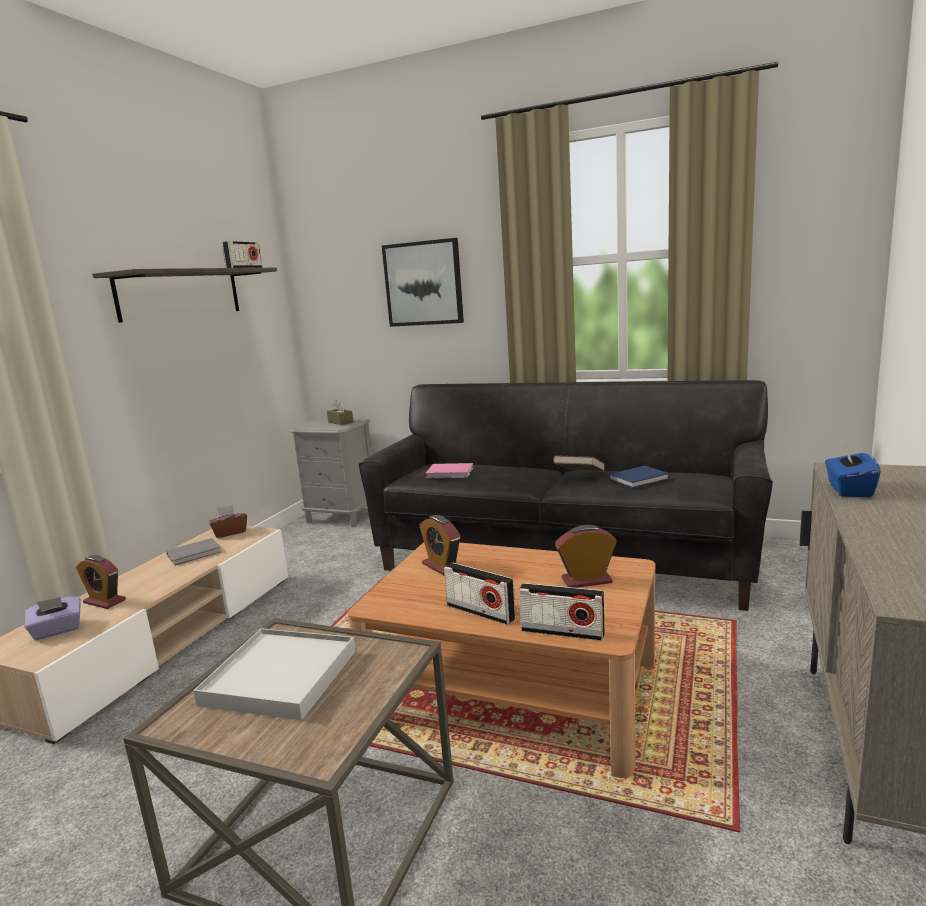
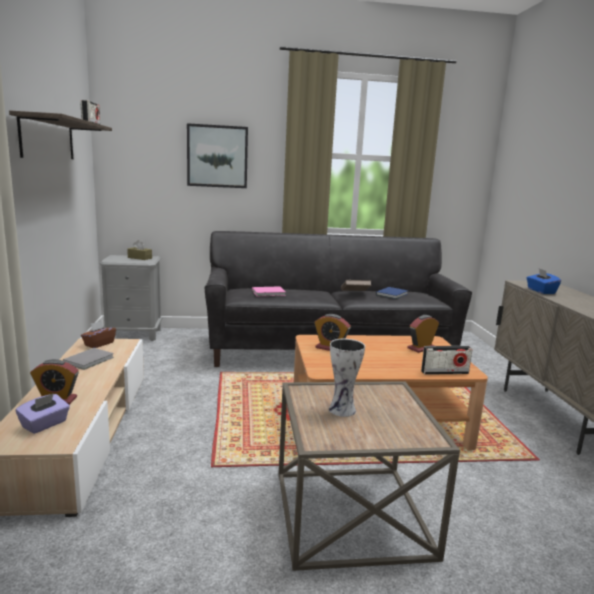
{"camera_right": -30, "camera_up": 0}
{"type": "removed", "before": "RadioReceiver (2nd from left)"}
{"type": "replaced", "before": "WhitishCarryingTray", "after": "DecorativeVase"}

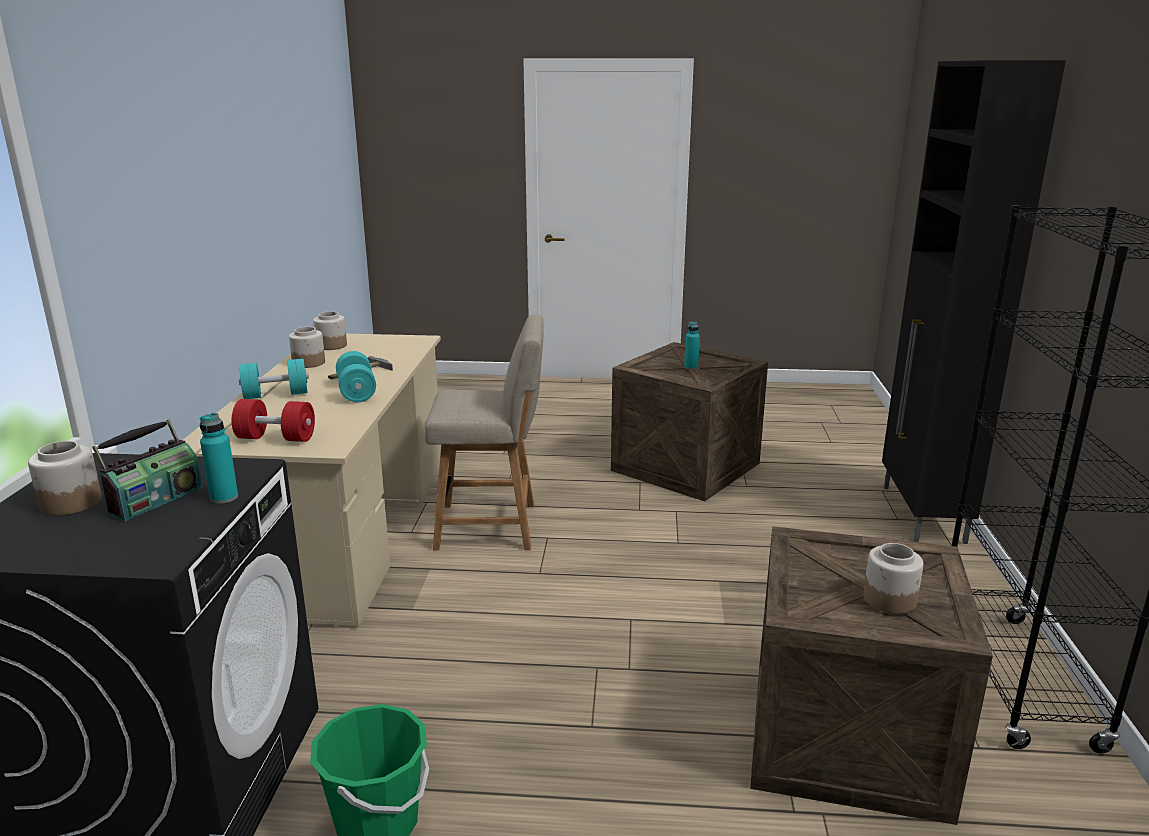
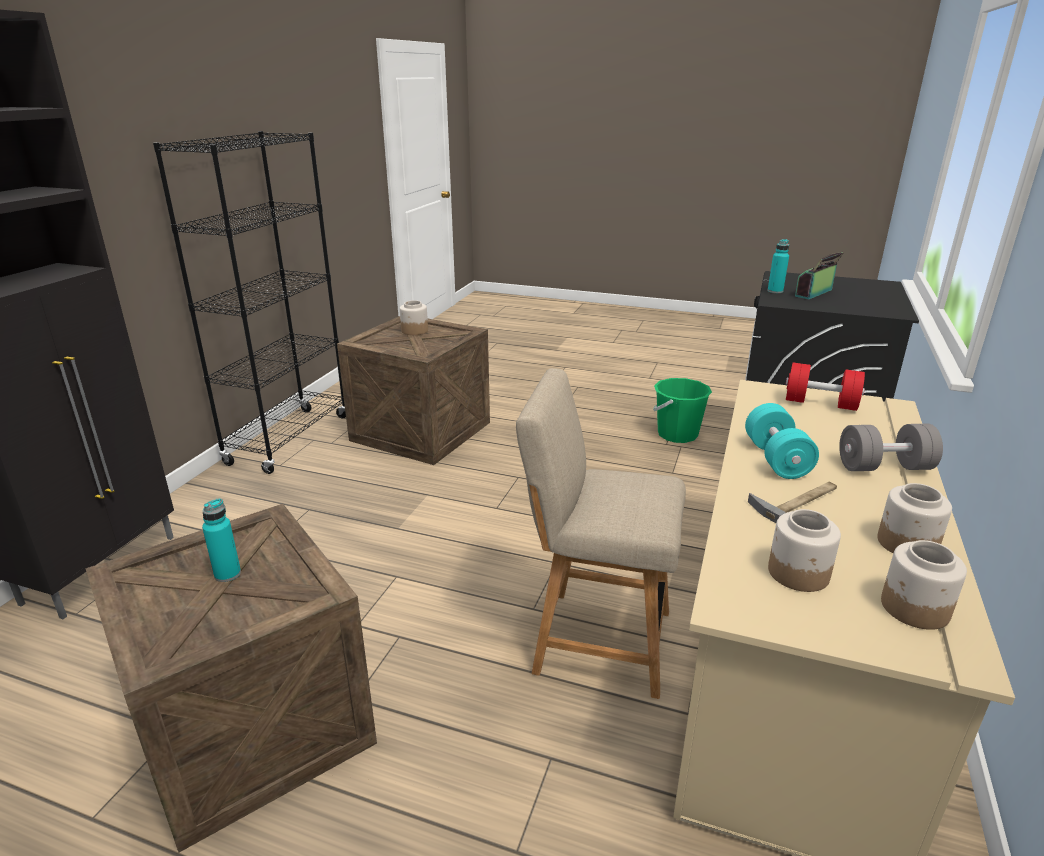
{"camera_right": -165, "camera_up": 5}
{"type": "recoloured", "before": "TurquoiseColouredHandWeight (1st from left)", "after": "GreyHandWeight"}
{"type": "moved", "before": "Jar (1st from left in the first image)", "after": "Jar (2nd from left)"}

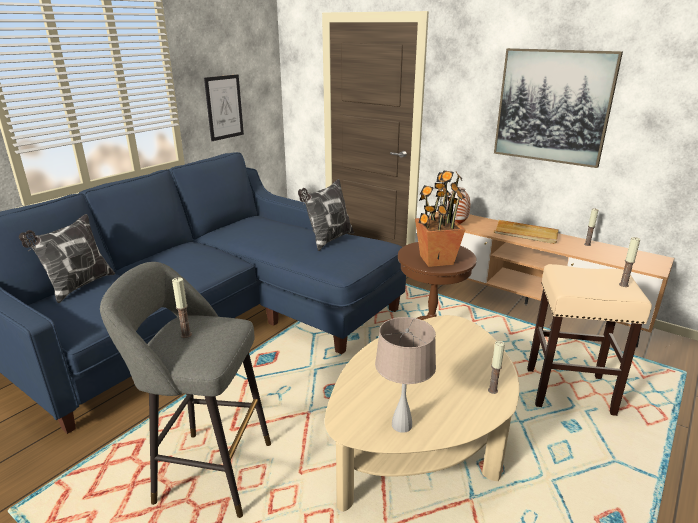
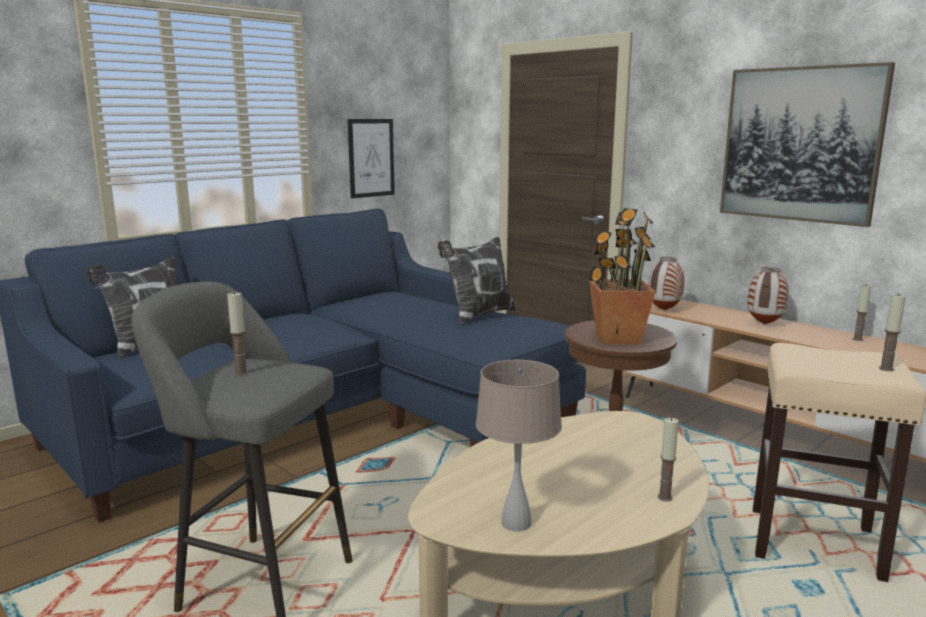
{"camera_right": 10, "camera_up": -10}
{"type": "replaced", "before": "SandColouredCarryingTray", "after": "DecorativeVase (2nd from left)"}

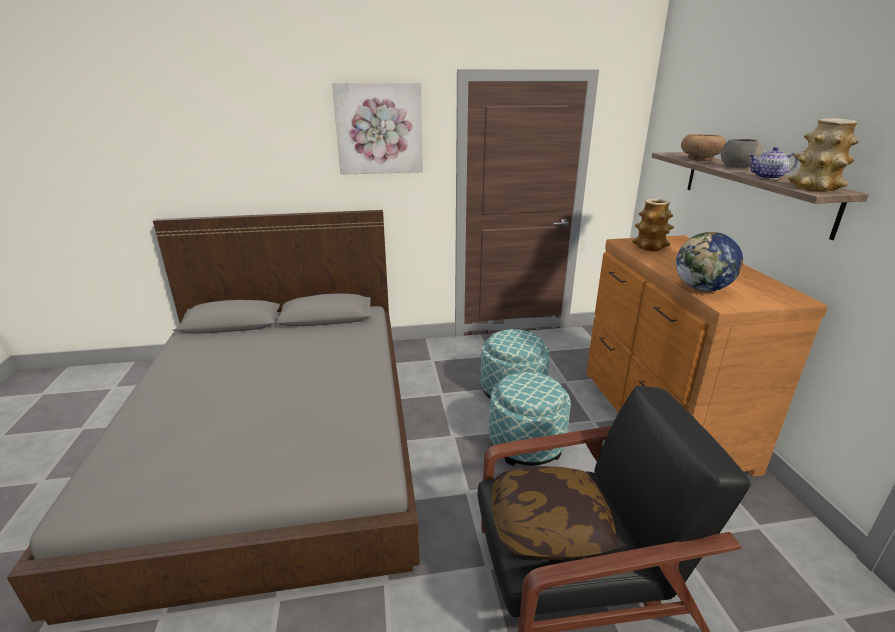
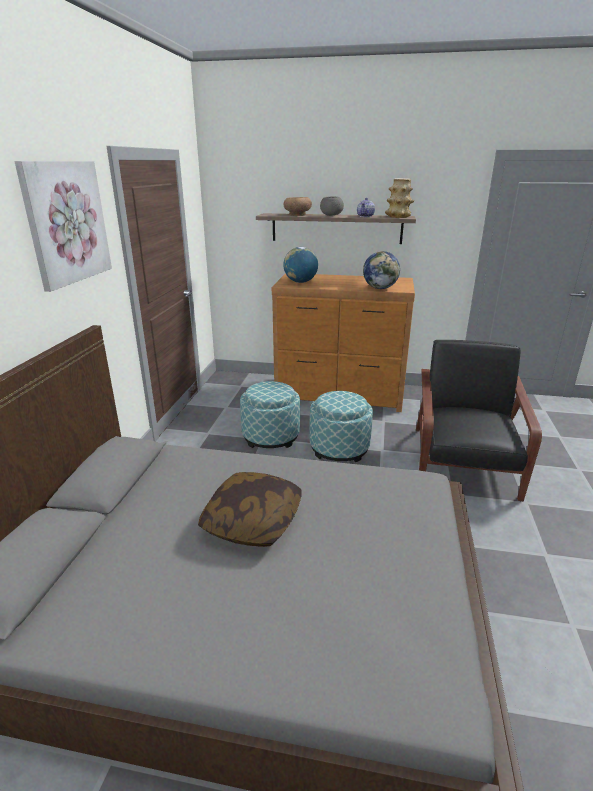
{"camera_right": -70, "camera_up": 0}
{"type": "replaced", "before": "DecorativeVase (1st from left)", "after": "Globe (1st from left)"}
{"type": "moved", "before": "Pillow"}

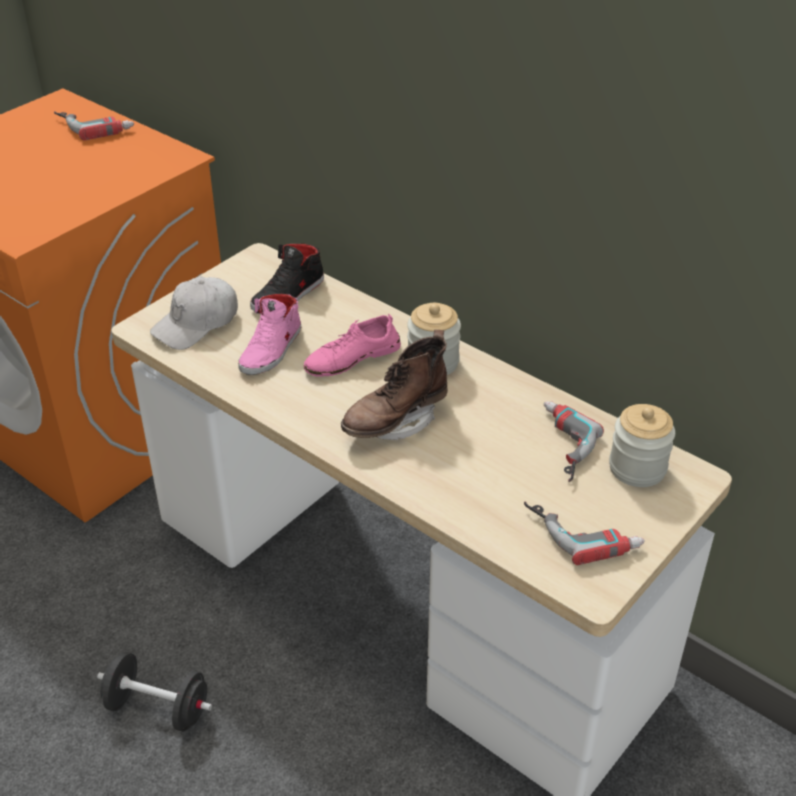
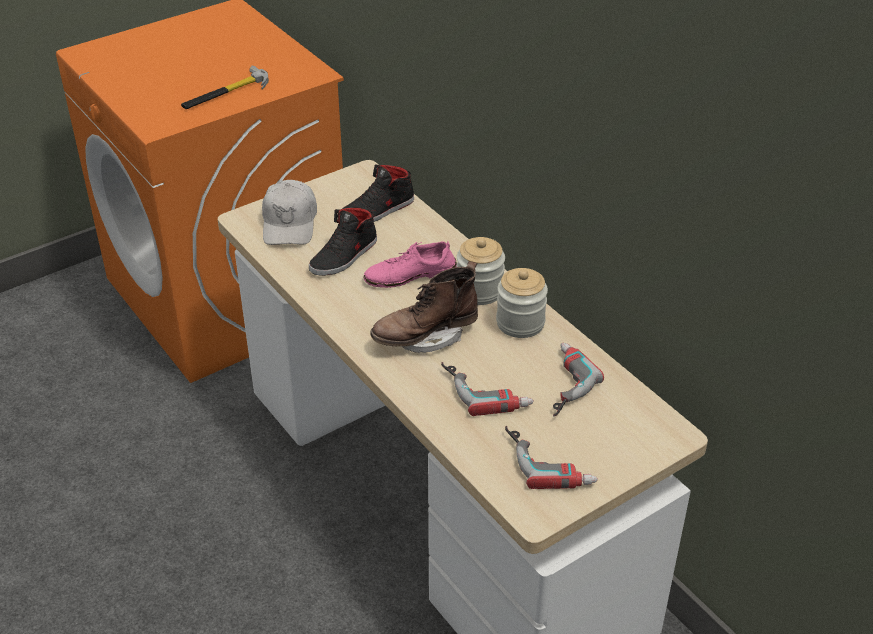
{"camera_right": 15, "camera_up": 0}
{"type": "moved", "before": "ElectricDrill (1st from left)"}
{"type": "turned", "before": "WhitishCap", "turn": -60}
{"type": "recoloured", "before": "PinkishItemOfFootwear (1st from left)", "after": "BlackItemOfFootwear (1st from left)"}
{"type": "moved", "before": "Jar (2nd from left)"}
{"type": "removed", "before": "BlackHandWeight"}
{"type": "added", "after": "HandHammer"}

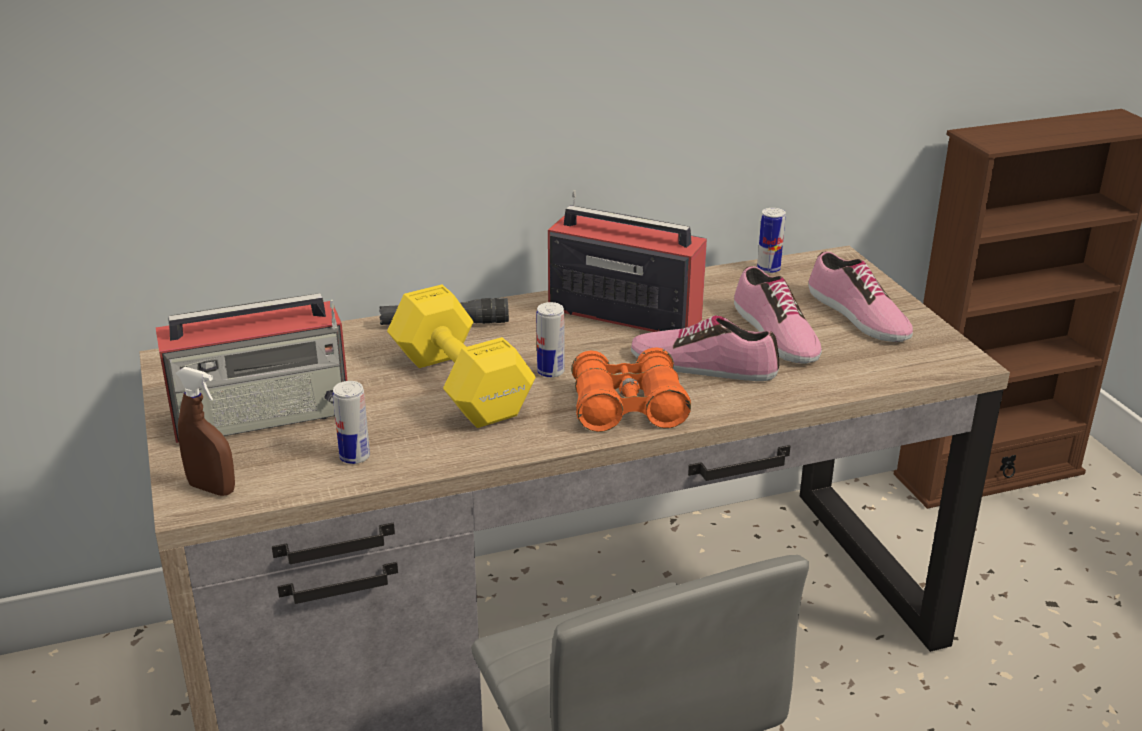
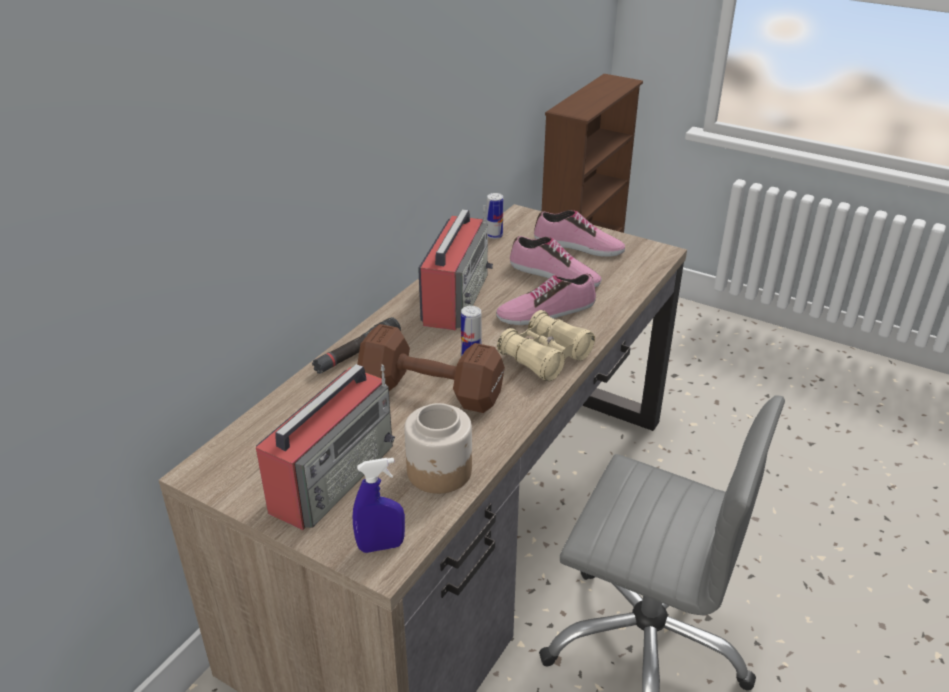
{"camera_right": -40, "camera_up": 5}
{"type": "turned", "before": "RadioReceiver (2nd from left)", "turn": 120}
{"type": "recoloured", "before": "YellowishHandWeight", "after": "BrownishHandWeight"}
{"type": "recoloured", "before": "OrangeColouredPairOfBinoculars", "after": "SandColouredPairOfBinoculars"}
{"type": "recoloured", "before": "BrownishHandSprayer", "after": "BlueColouredHandSprayer"}
{"type": "replaced", "before": "SealedCan (1st from left)", "after": "Jar"}

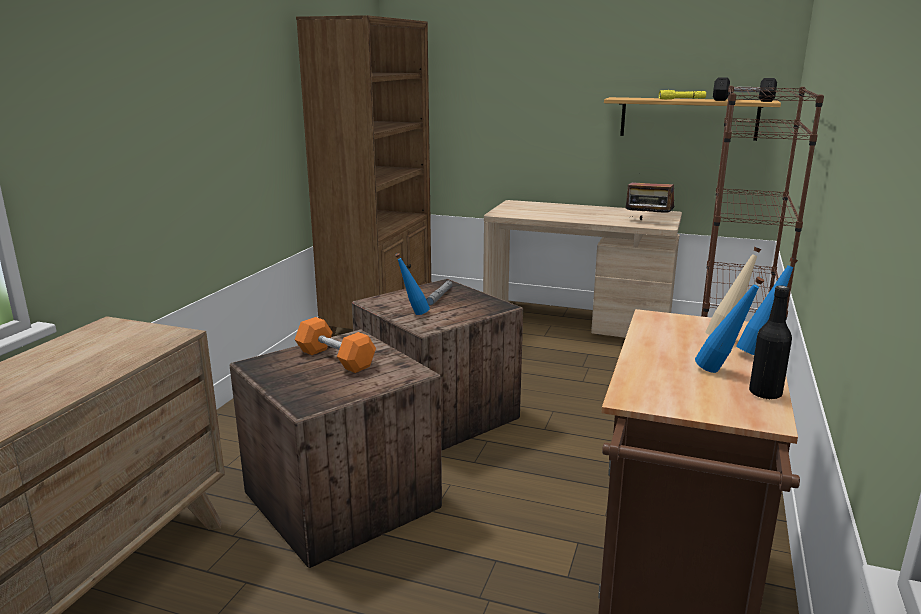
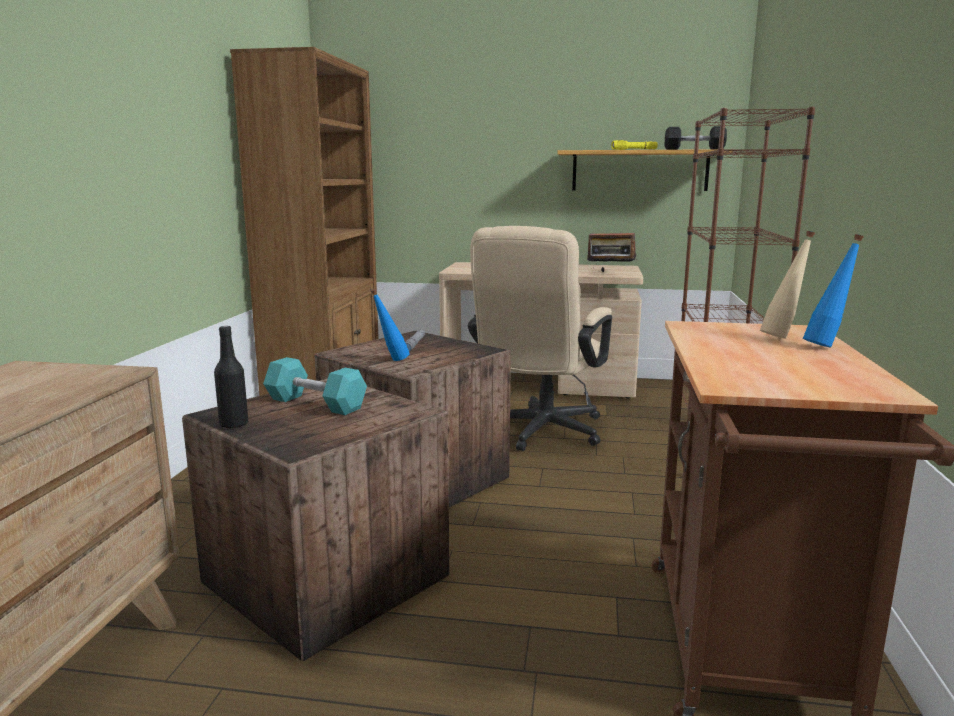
{"camera_right": -10, "camera_up": -5}
{"type": "removed", "before": "BlueColouredBottle (2nd from left)"}
{"type": "moved", "before": "BlackBottle"}
{"type": "recoloured", "before": "OrangeColouredHandWeight", "after": "TurquoiseColouredHandWeight"}
{"type": "added", "after": "SandColouredDeskChair"}

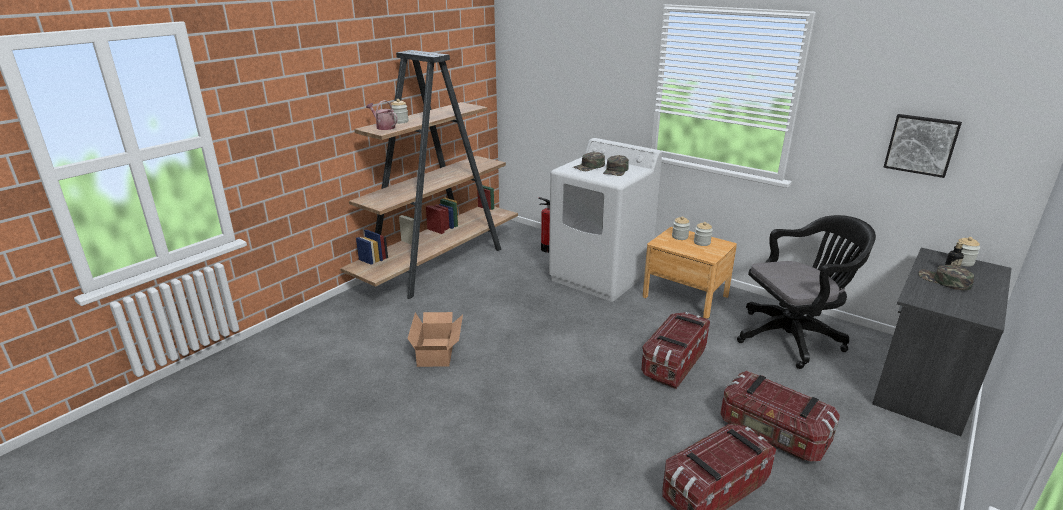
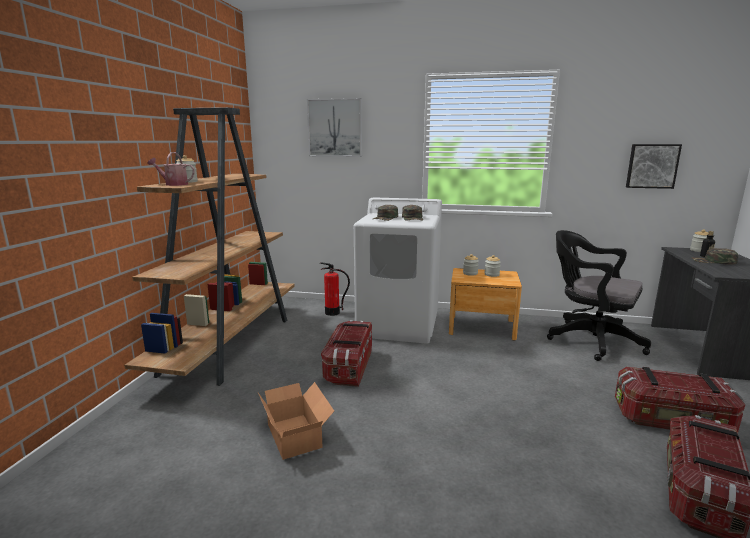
{"camera_right": -25, "camera_up": -10}
{"type": "turned", "before": "BlackDeskChair", "turn": -105}
{"type": "moved", "before": "StorageBin (1st from left)"}
{"type": "added", "after": "WallArt (1st from left)"}

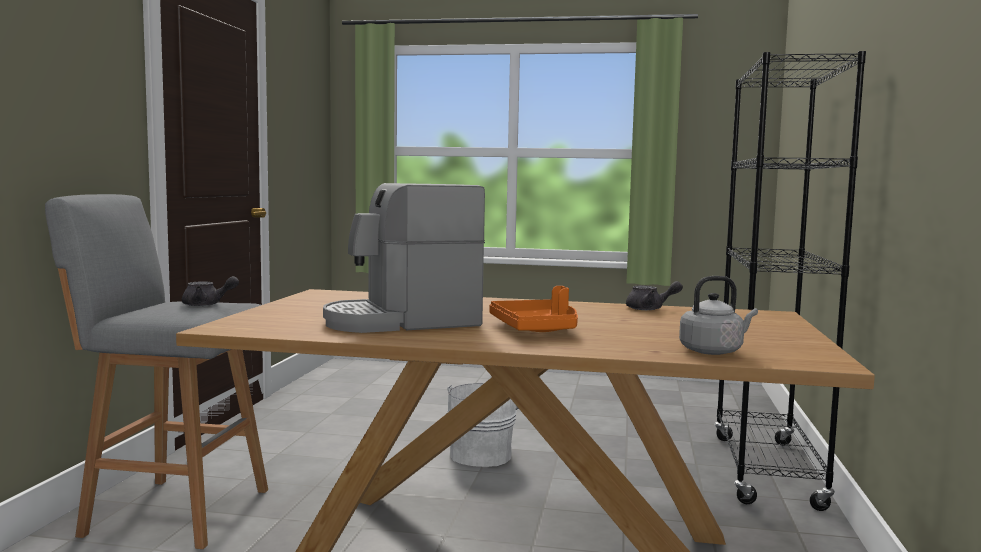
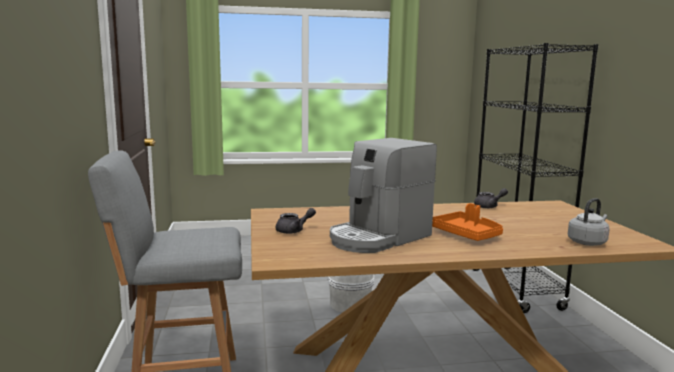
{"camera_right": -20, "camera_up": 5}
{"type": "moved", "before": "GreyTeapot (1st from left)"}

